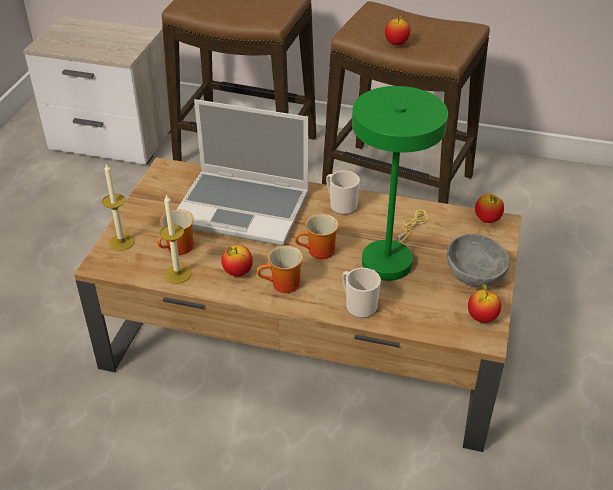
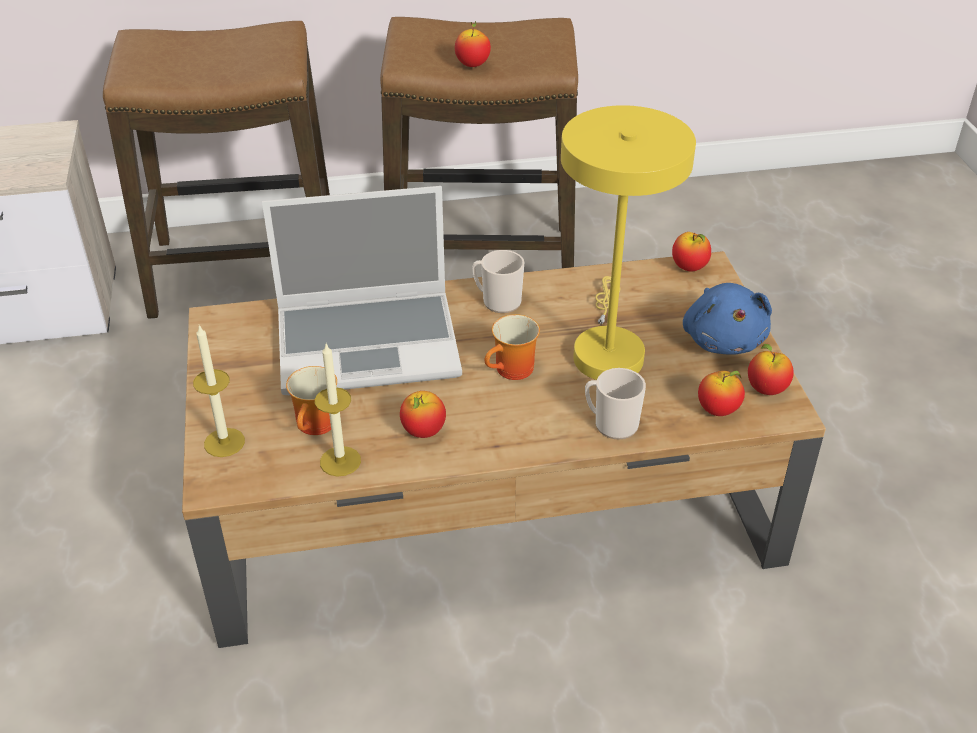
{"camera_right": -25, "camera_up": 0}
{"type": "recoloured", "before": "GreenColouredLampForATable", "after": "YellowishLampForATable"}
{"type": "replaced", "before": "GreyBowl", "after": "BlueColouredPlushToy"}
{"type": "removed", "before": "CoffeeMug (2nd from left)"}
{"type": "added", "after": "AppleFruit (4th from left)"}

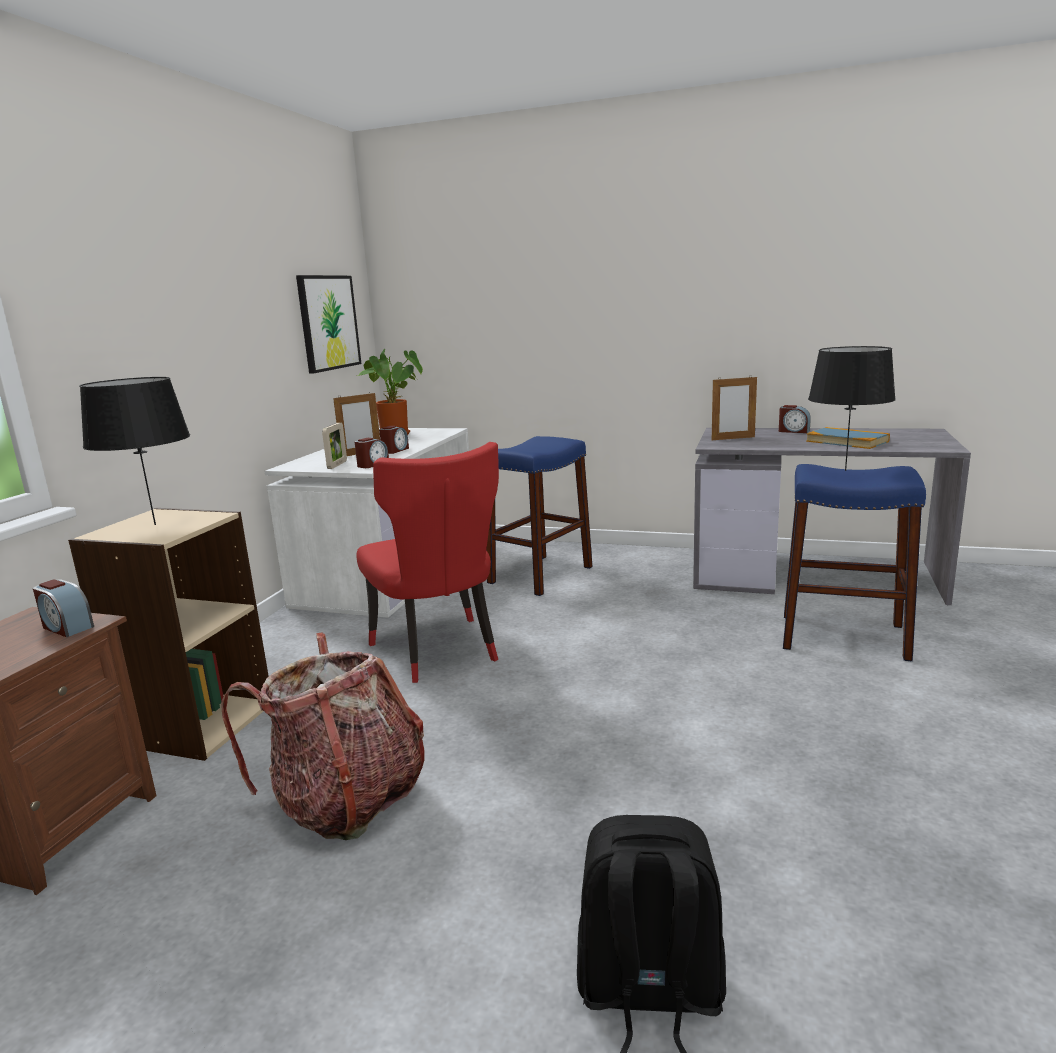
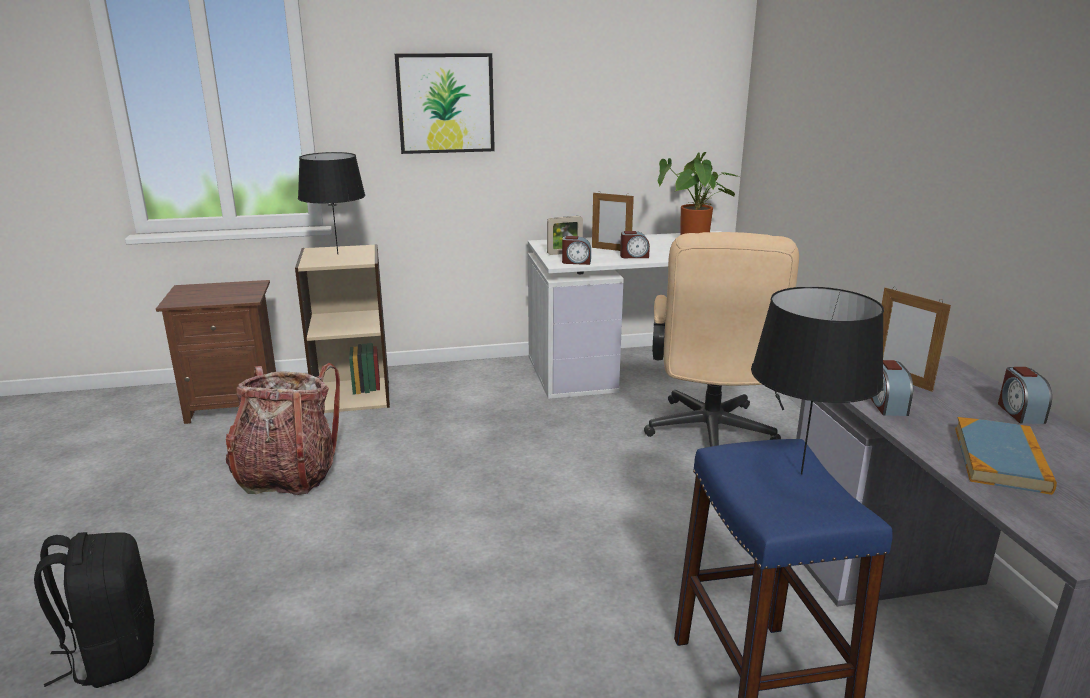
{"camera_right": 60, "camera_up": 5}
{"type": "moved", "before": "WallArt"}
{"type": "replaced", "before": "BlueColouredStoolSeat (1st from left)", "after": "SandColouredDeskChair"}
{"type": "removed", "before": "RedChair"}
{"type": "moved", "before": "AlarmClock (1st from left in the first image)", "after": "AlarmClock (3rd from left)"}

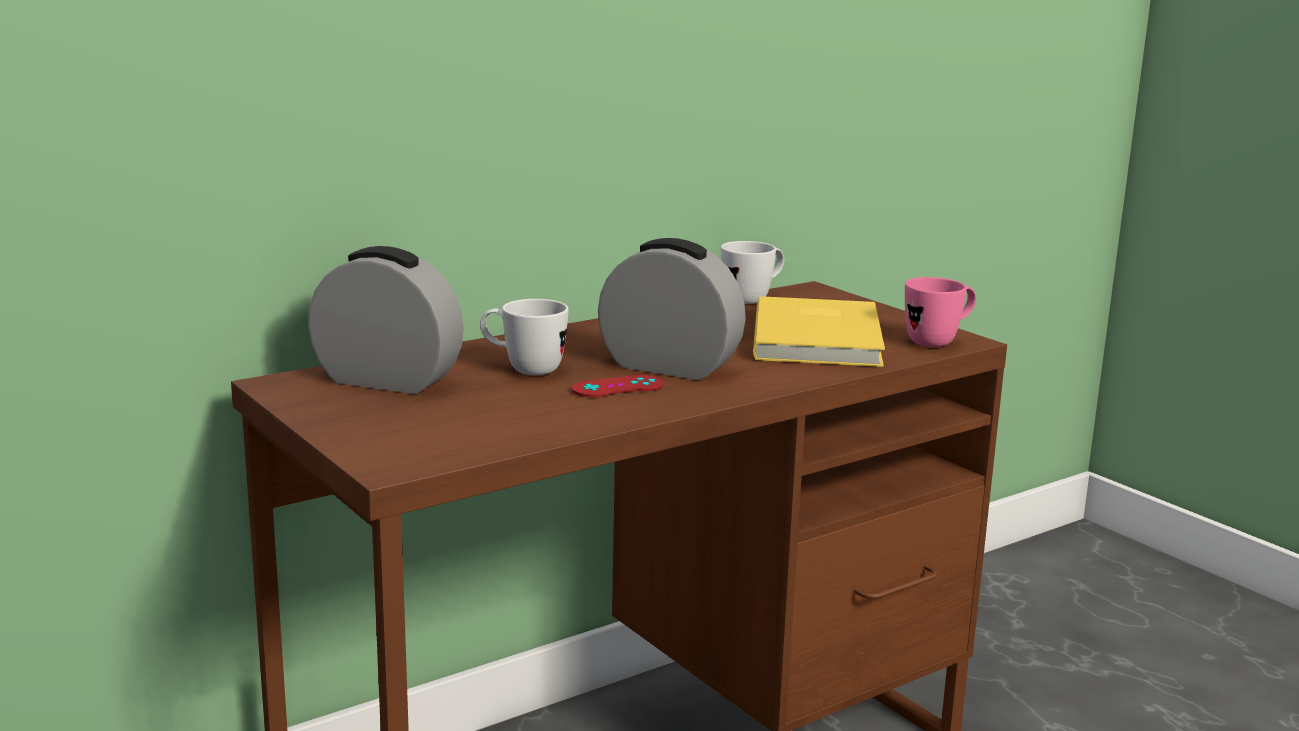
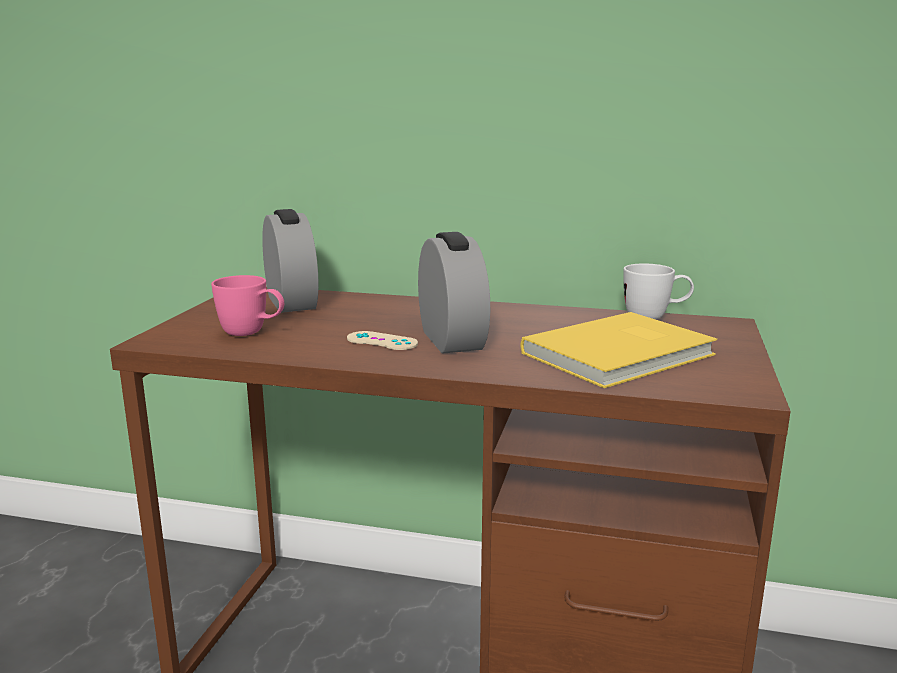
{"camera_right": 50, "camera_up": 0}
{"type": "moved", "before": "PinkishCoffeeMug"}
{"type": "removed", "before": "WhitishCoffeeMug (1st from left)"}
{"type": "recoloured", "before": "RedGameController", "after": "SandColouredGameController"}

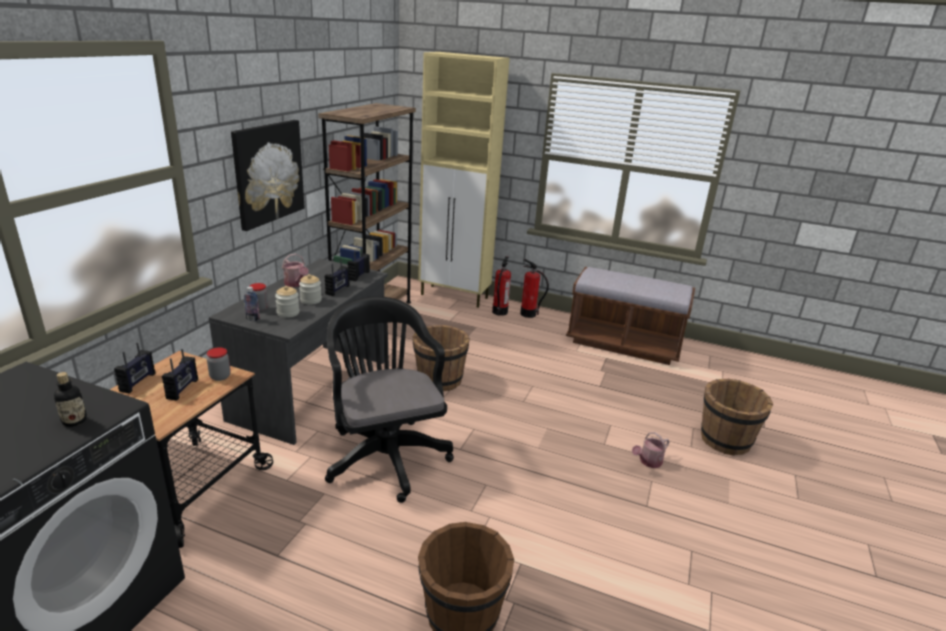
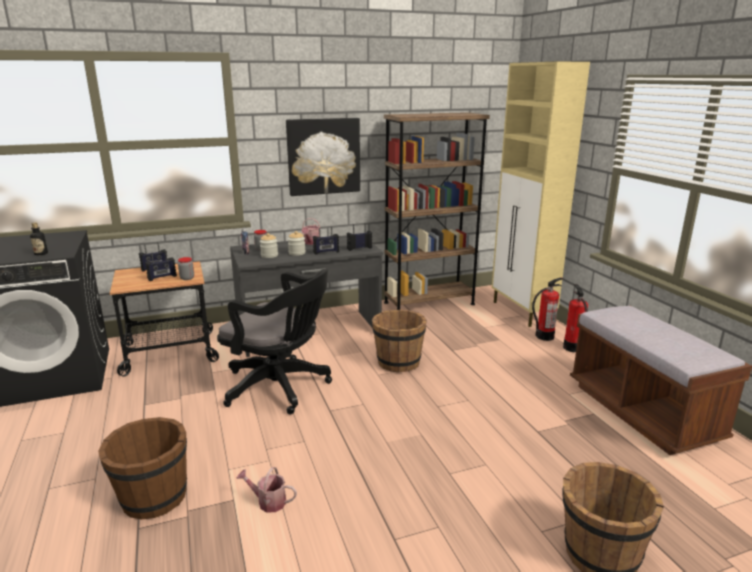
{"camera_right": 50, "camera_up": -5}
{"type": "turned", "before": "BlackDeskChair", "turn": 90}
{"type": "moved", "before": "SprinklingCan (2nd from left in the first image)", "after": "SprinklingCan (1st from left)"}

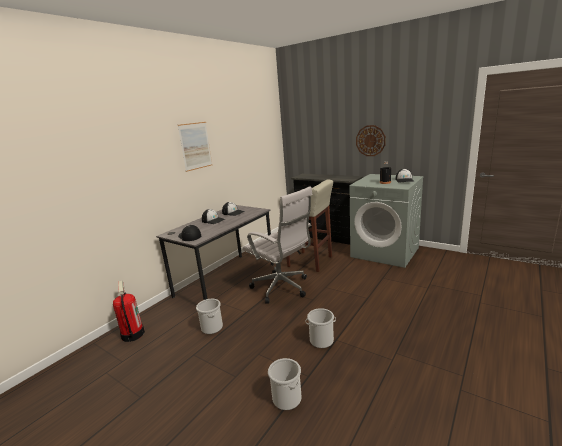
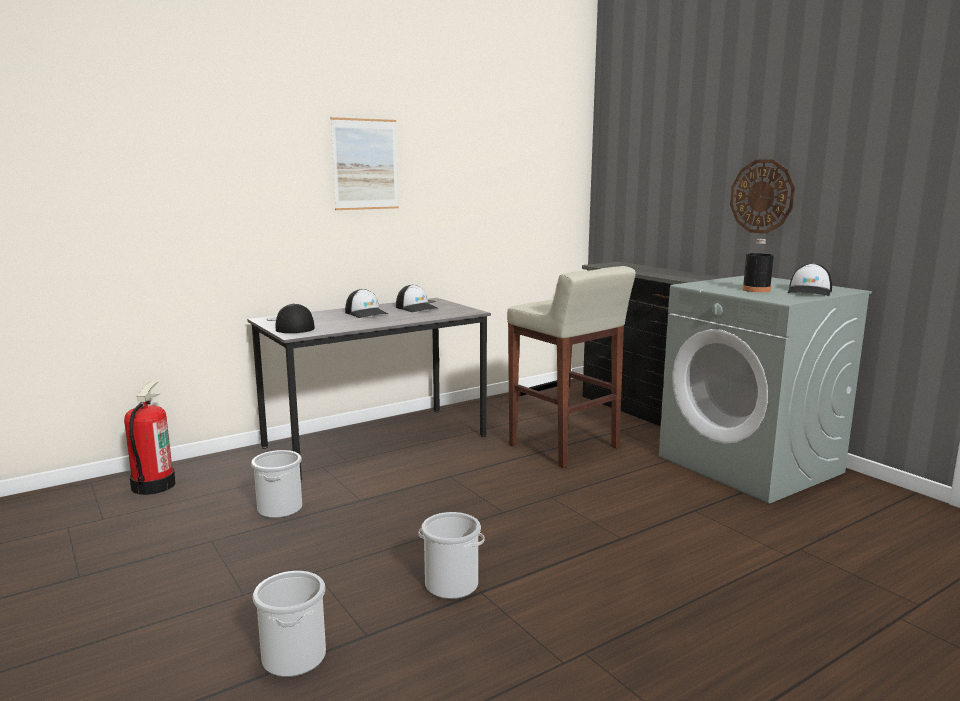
{"camera_right": 20, "camera_up": -5}
{"type": "removed", "before": "WhitishDeskChair"}

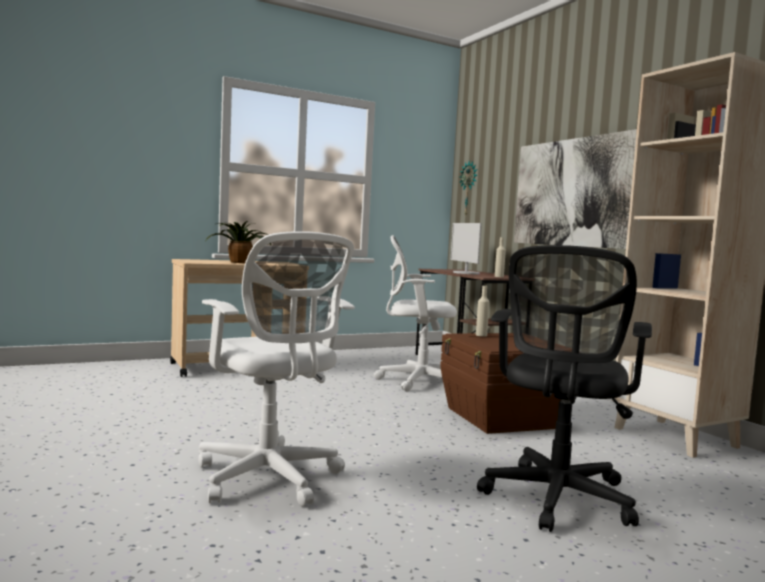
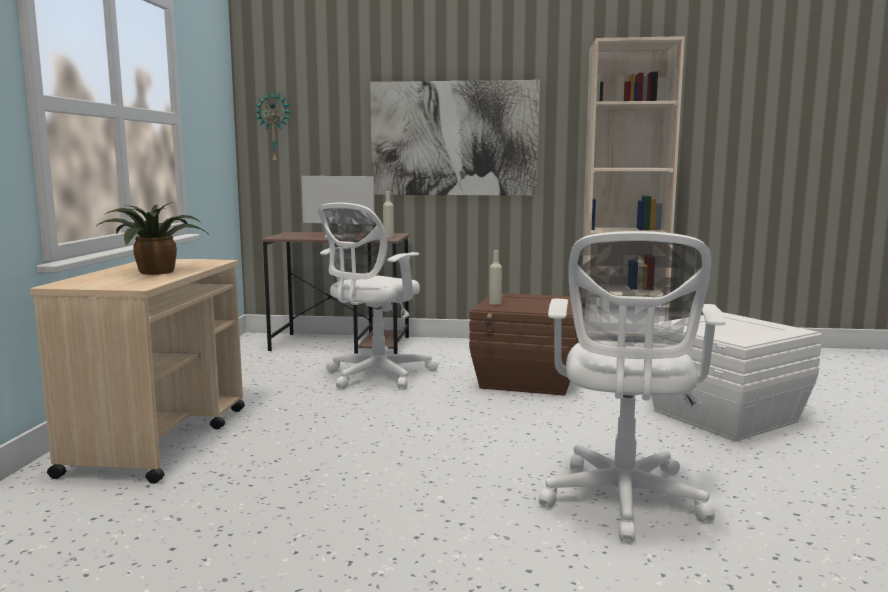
{"camera_right": -55, "camera_up": 5}
{"type": "turned", "before": "WhitishDeskChair (1st from left in the first image)", "turn": 105}
{"type": "replaced", "before": "BlackDeskChair", "after": "WhitishStorageBin"}

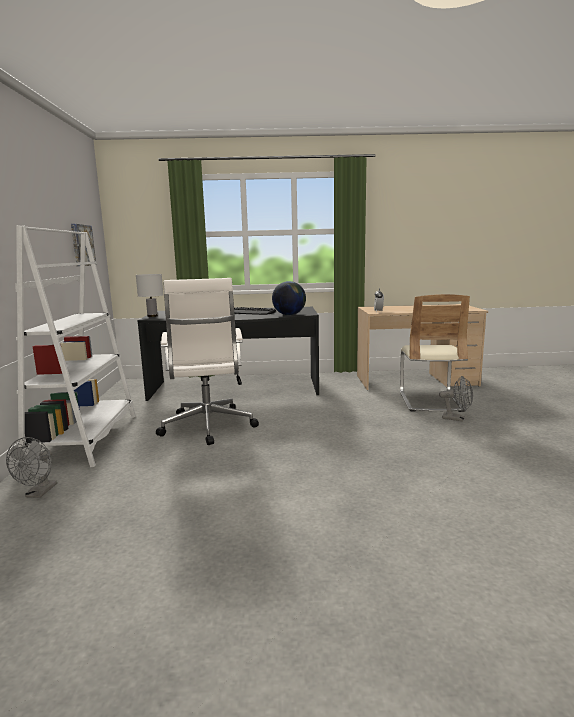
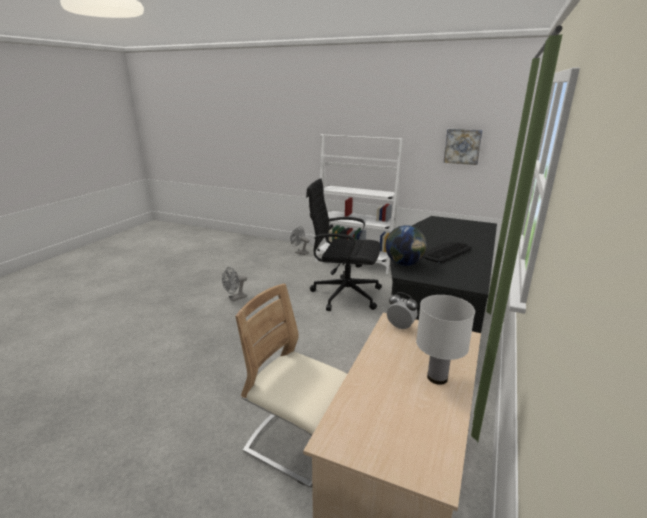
{"camera_right": 115, "camera_up": 10}
{"type": "moved", "before": "WhitishLampForATable"}
{"type": "recoloured", "before": "WhitishDeskChair", "after": "BlackDeskChair"}
{"type": "moved", "before": "GreyCoolingFan (2nd from left in the first image)", "after": "GreyCoolingFan (1st from left)"}

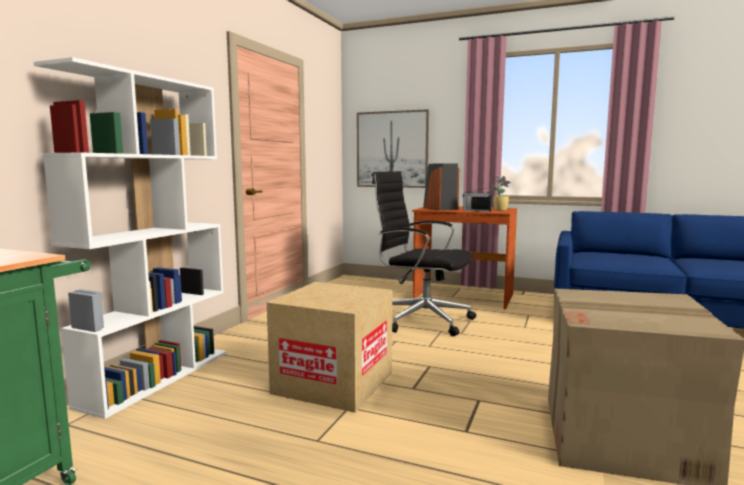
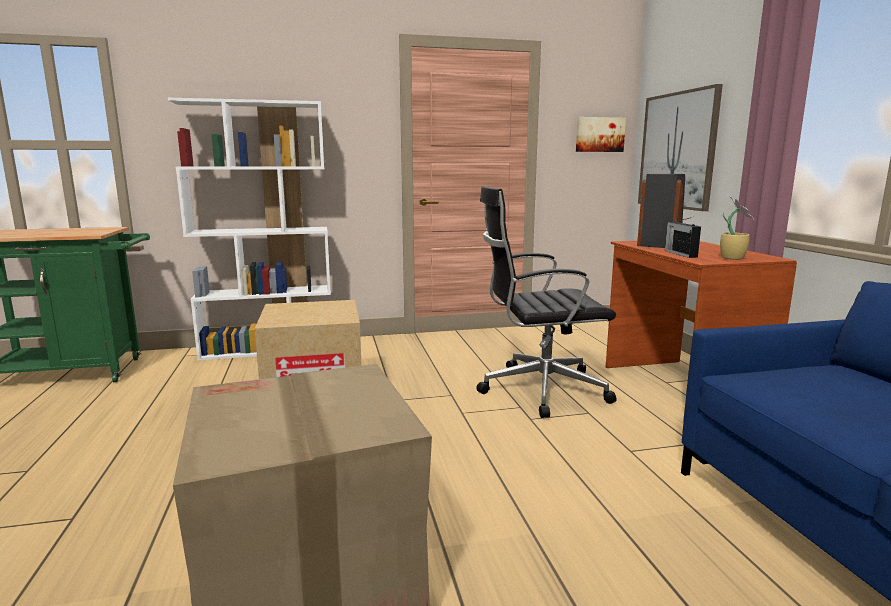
{"camera_right": 55, "camera_up": 5}
{"type": "turned", "before": "BlackDeskChair", "turn": -90}
{"type": "added", "after": "WallArt (1st from left)"}

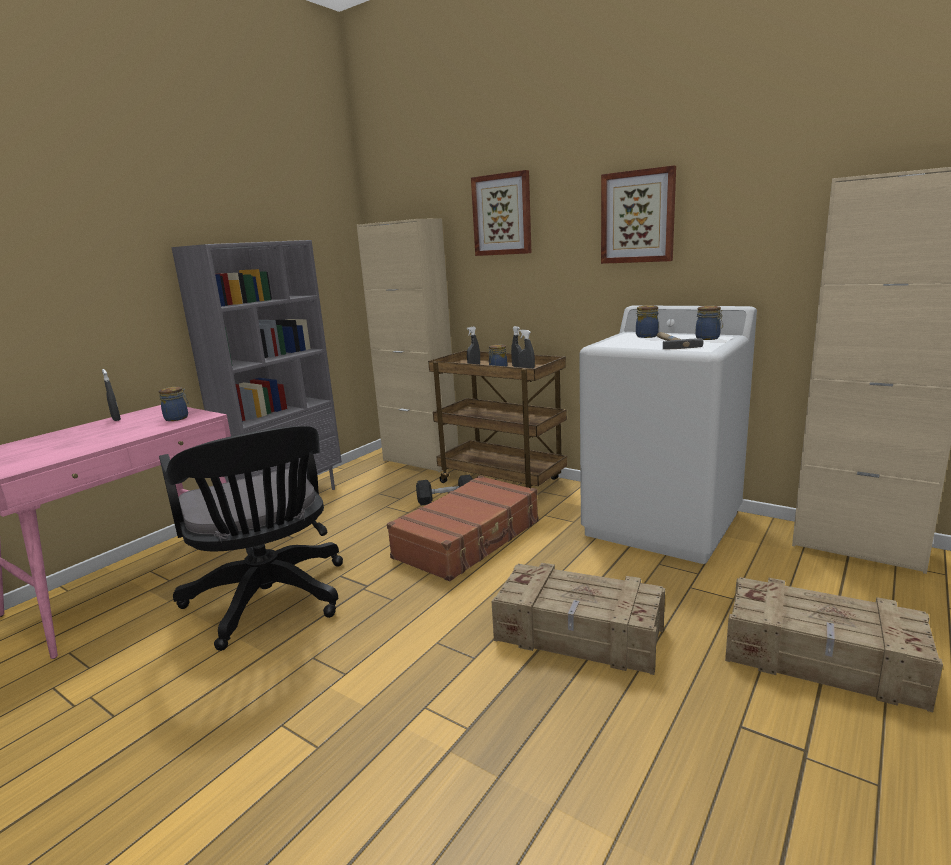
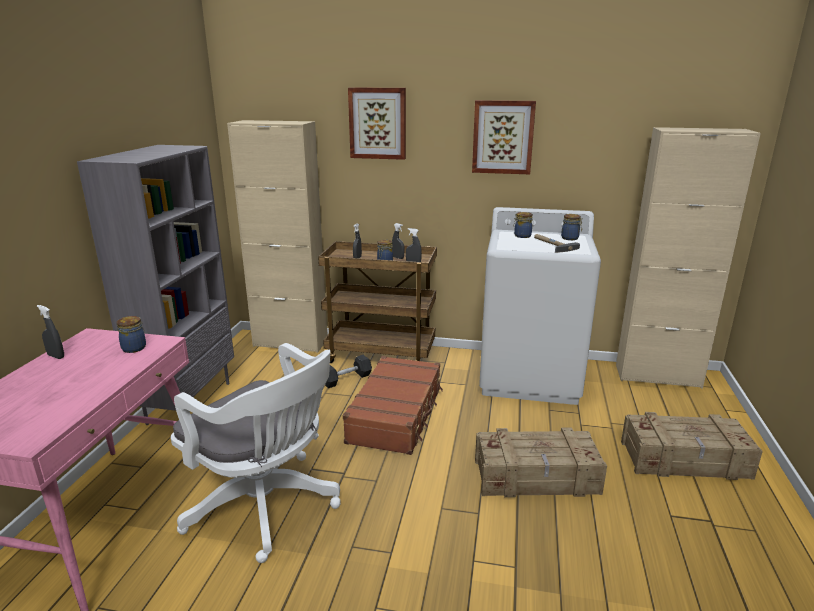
{"camera_right": -25, "camera_up": 5}
{"type": "recoloured", "before": "BlackDeskChair", "after": "WhitishDeskChair"}

